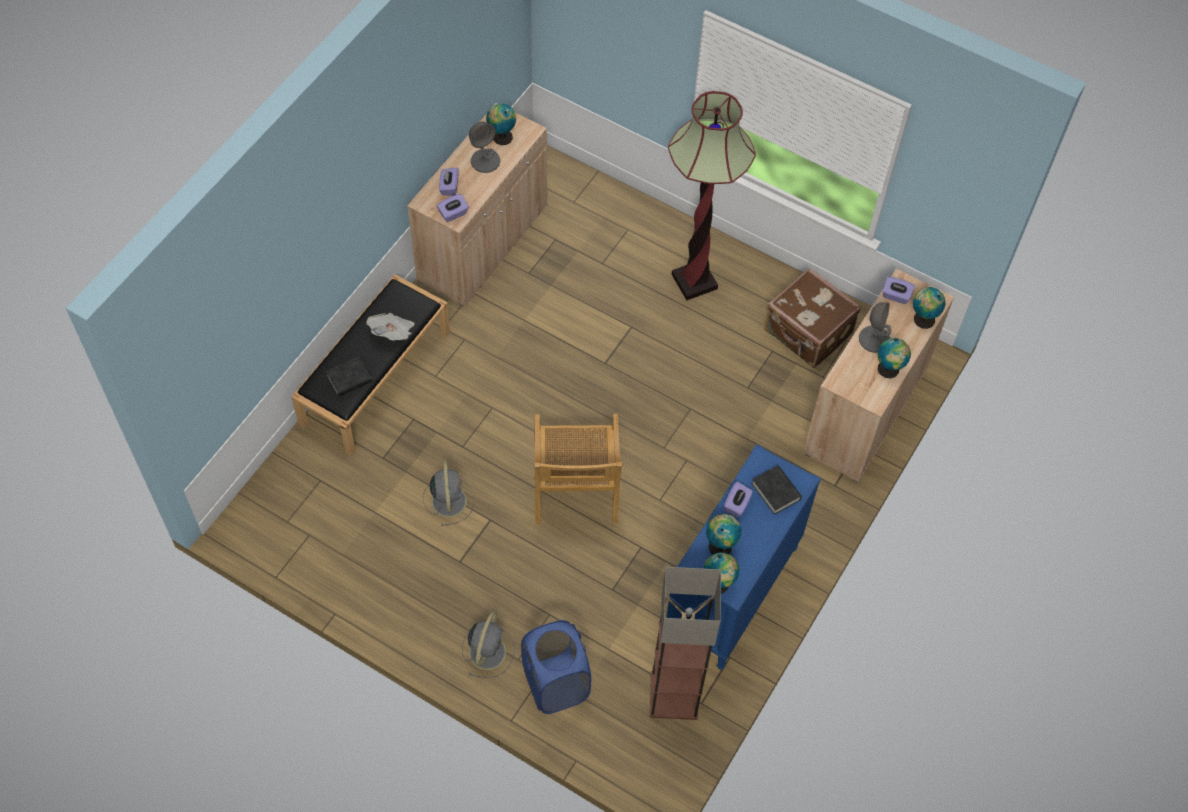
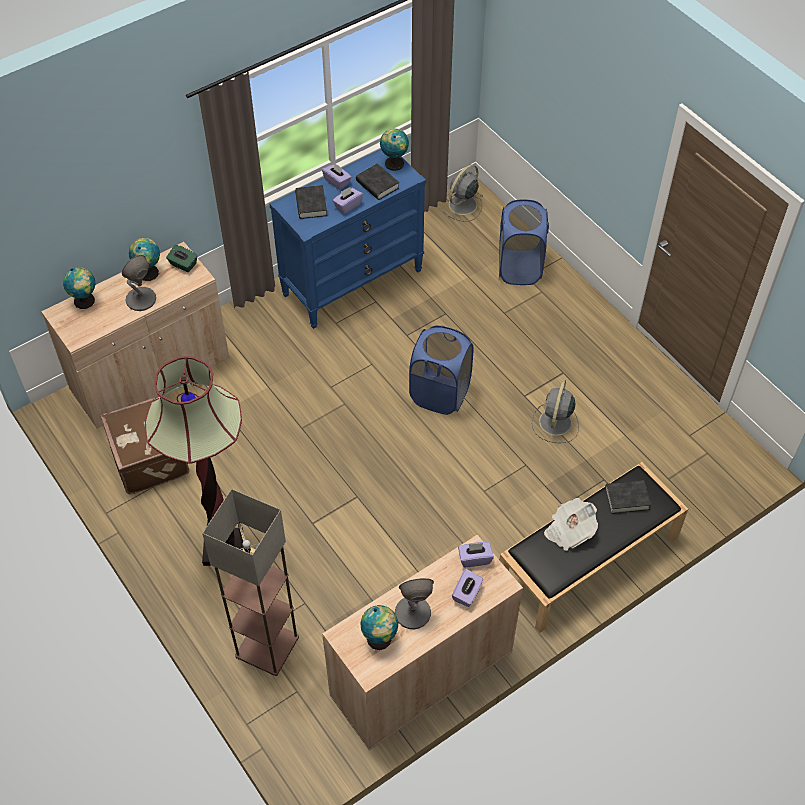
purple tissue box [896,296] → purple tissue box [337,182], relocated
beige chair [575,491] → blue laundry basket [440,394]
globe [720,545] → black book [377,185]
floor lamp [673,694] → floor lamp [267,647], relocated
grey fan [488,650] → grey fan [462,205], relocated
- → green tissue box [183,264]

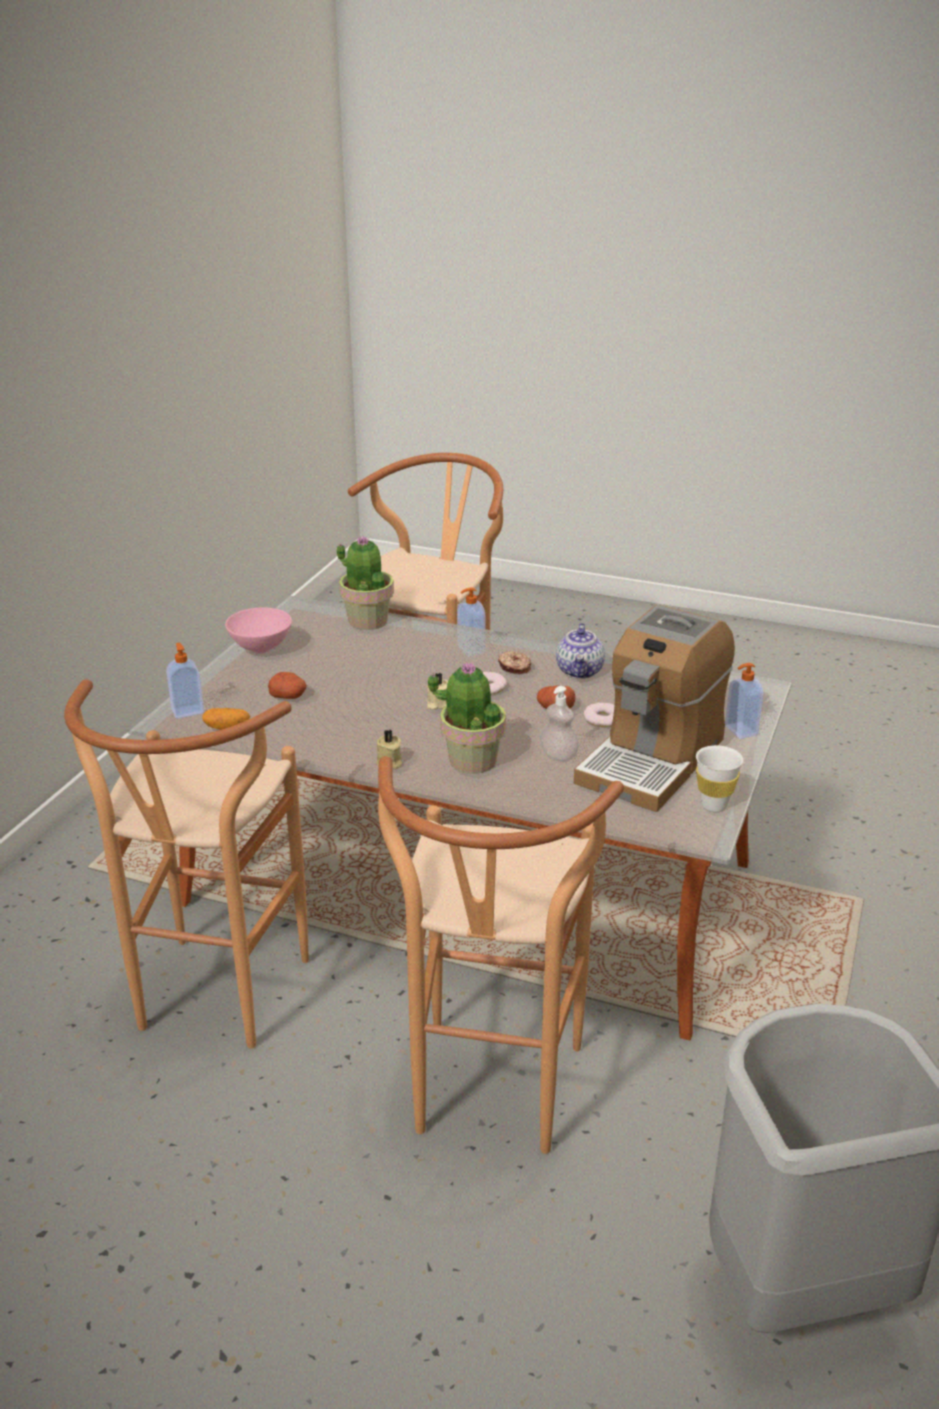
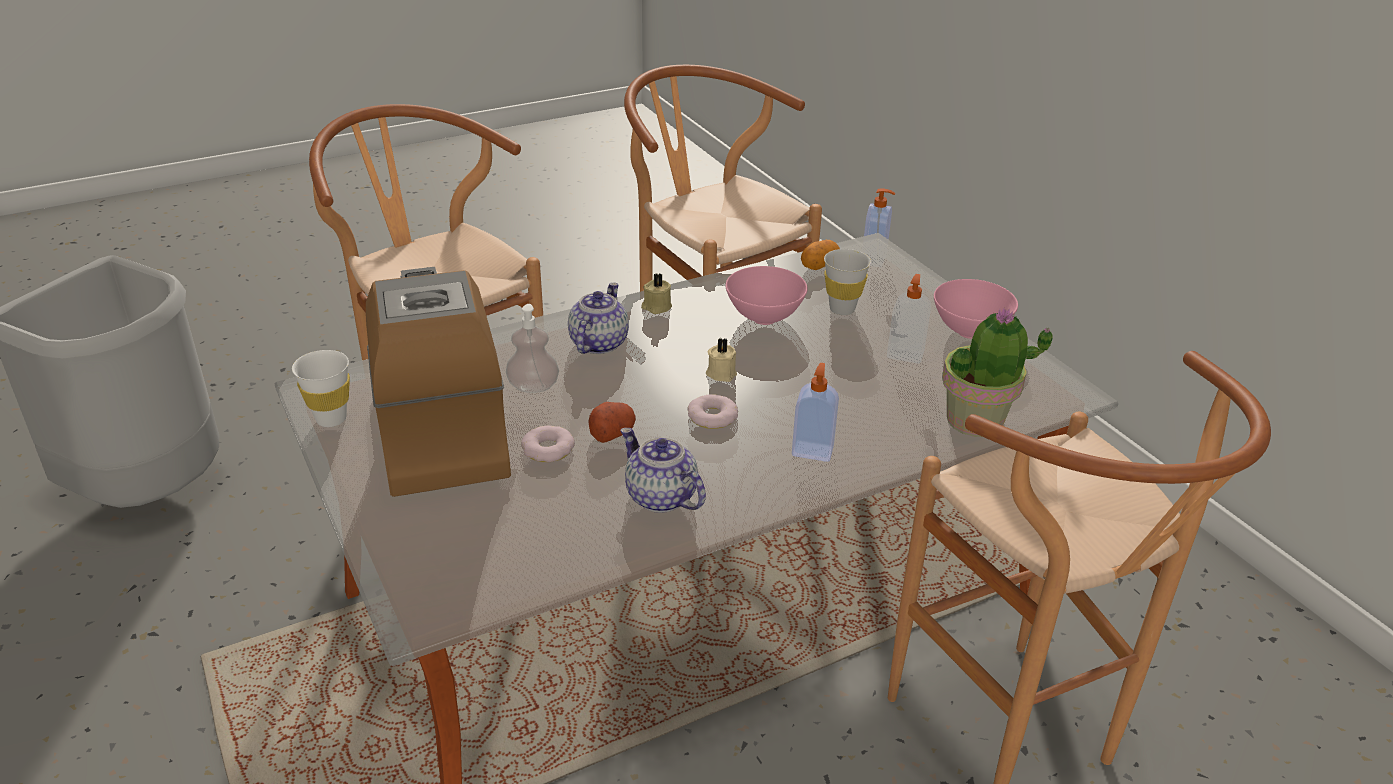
donut [514,667] → -
potted plant [472,760] → teapot [598,343]
soap dispenser [740,730] → soap dispenser [905,354], relocated
potato [289,696] → white cup [842,309]
- → pink bowl [763,318]

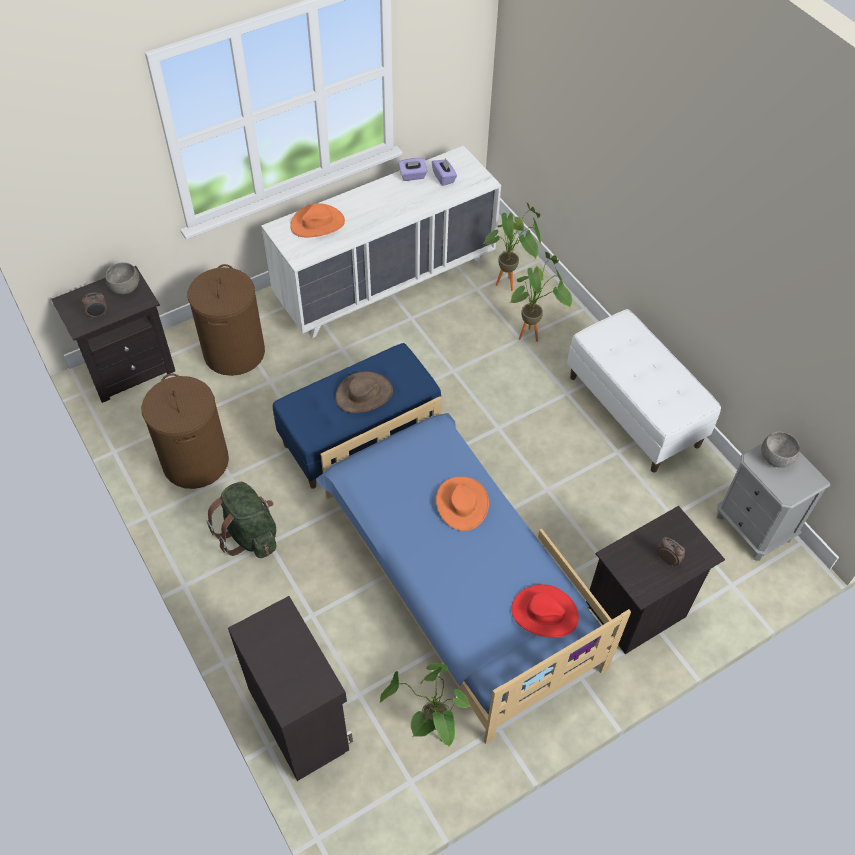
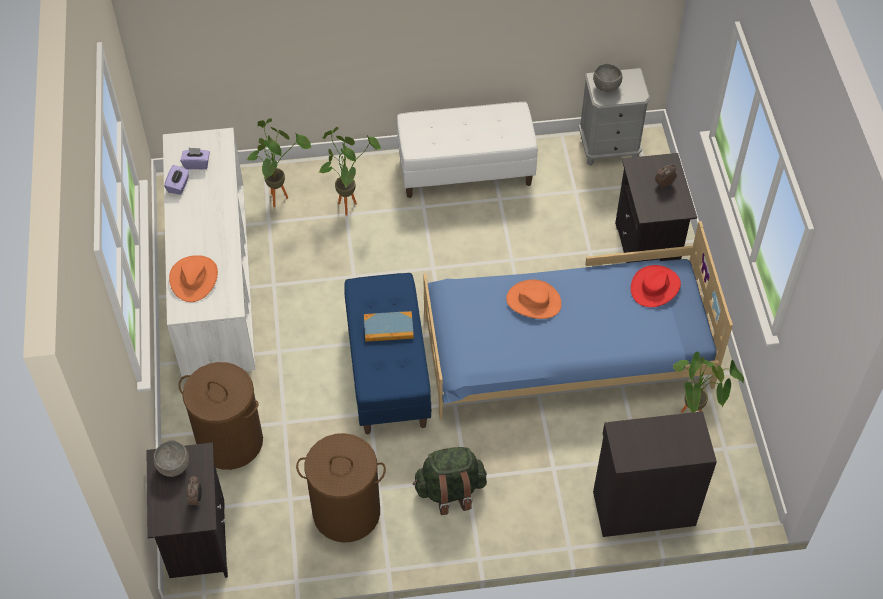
brown hat [364,394] → book [388,328]

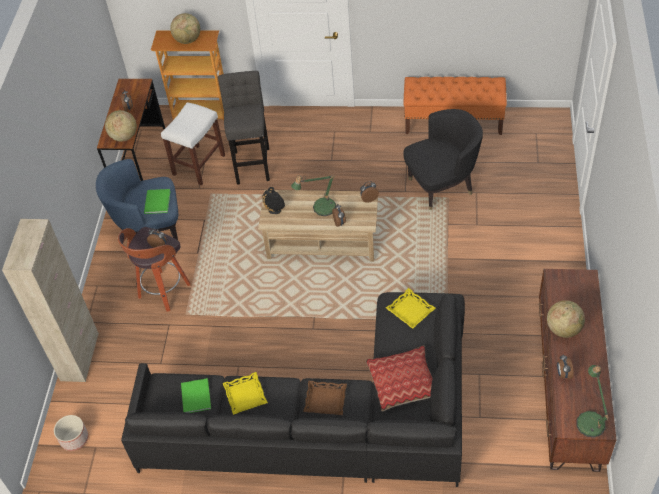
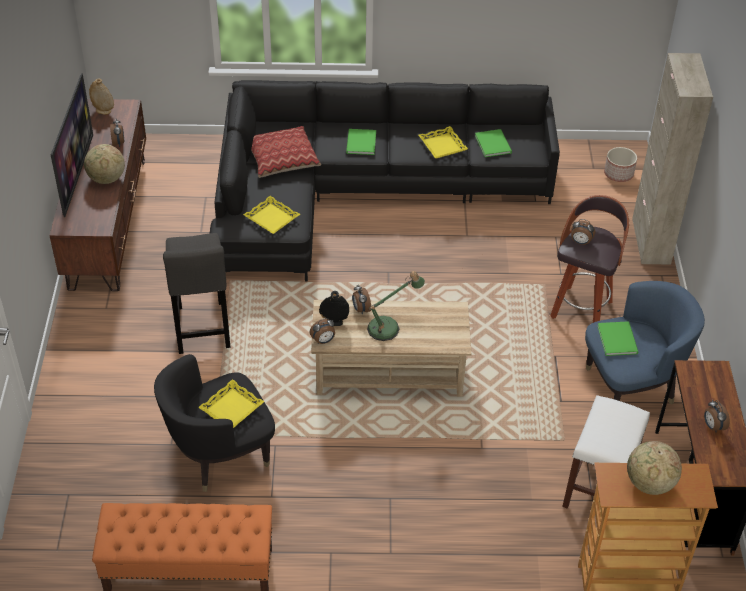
grey stool [252,163] → grey stool [202,330], relocated
globe [124,136] → -
black vase [275,211] → black vase [334,322], relocated
table lamp [590,419] → beige vase [103,111]
brown tray [325,400] → green book [360,143]
- → television [76,174]
- → yellow tray [231,408]

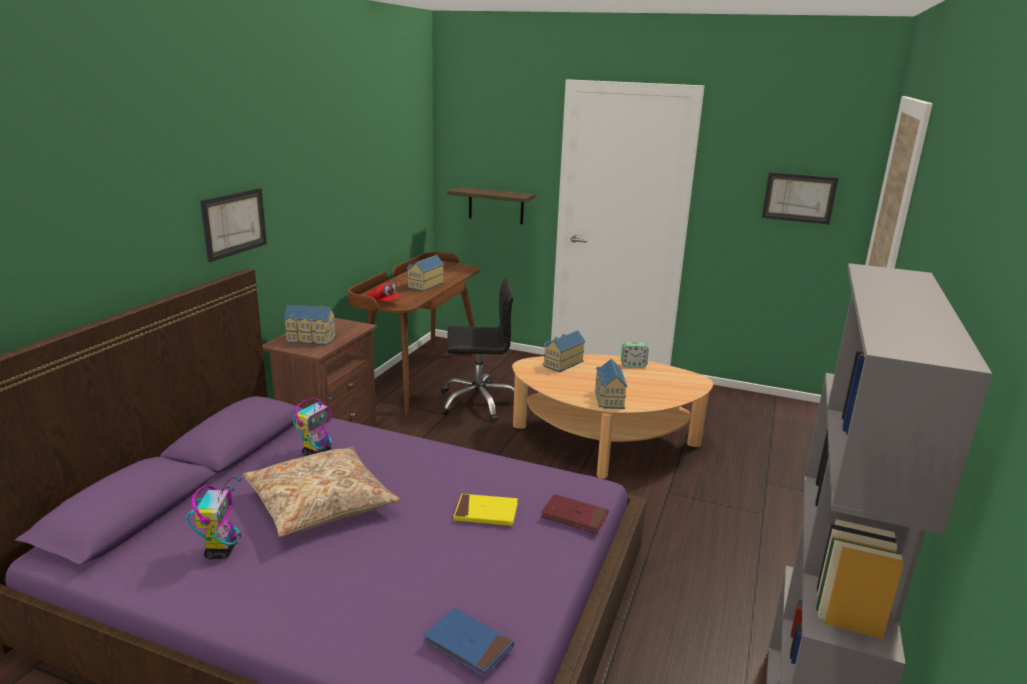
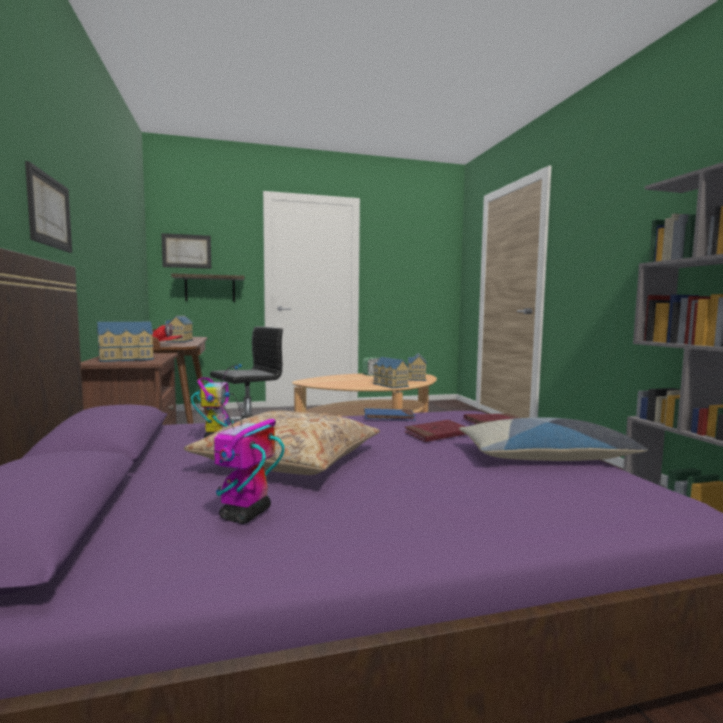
picture [799,198] → picture [186,251], relocated
toy house [561,363] → toy house [416,378], relocated
toy robot [221,550] → toy robot [245,515], 120 degrees counterclockwise
yellow book [486,513] → red book [437,434]
blue book [468,645] → blue book [389,417], relocated
- → pillow [546,457]

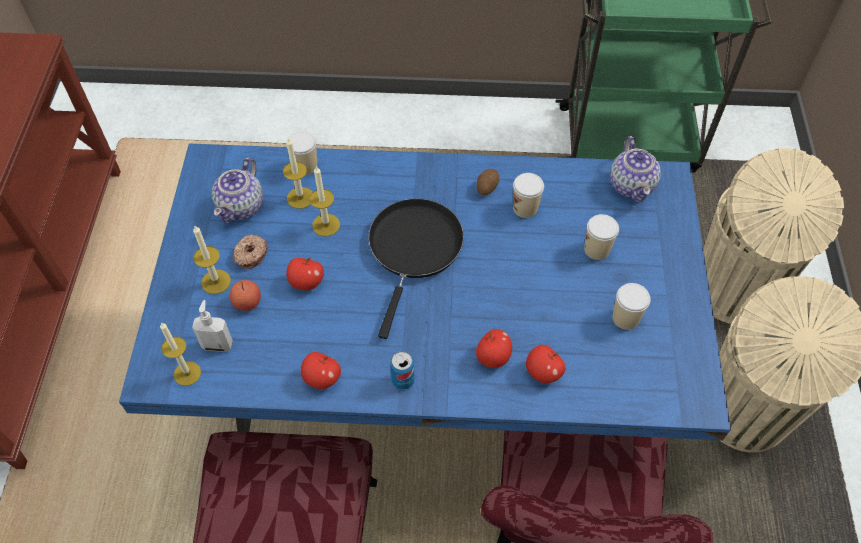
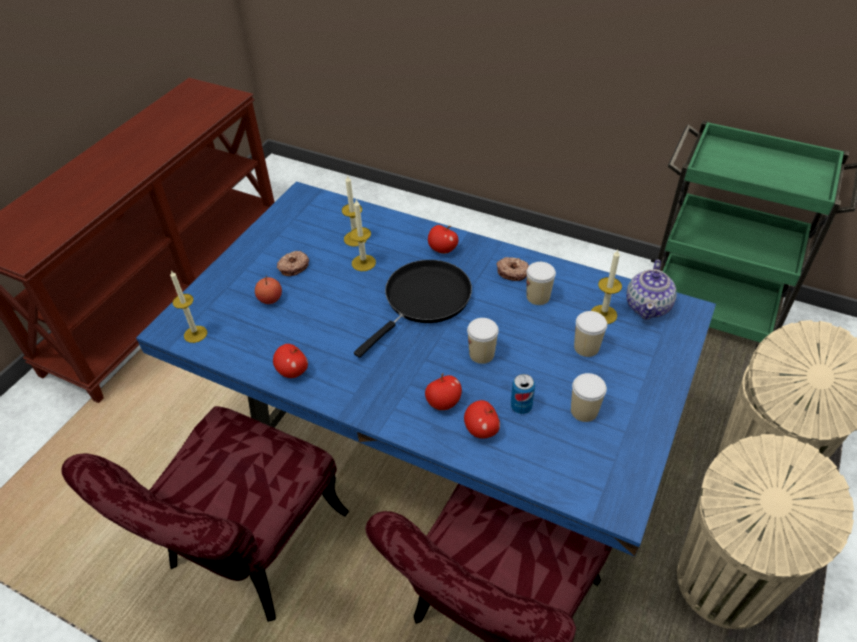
cup [305,166] → cup [481,354], relocated
teapot [241,206] → -
potato [486,187] → donut [512,272]
candle [216,281] → candle [603,314], relocated
apple [306,282] → apple [442,249], relocated
soap dispenser [217,344] → -
can [403,380] → can [521,406], relocated

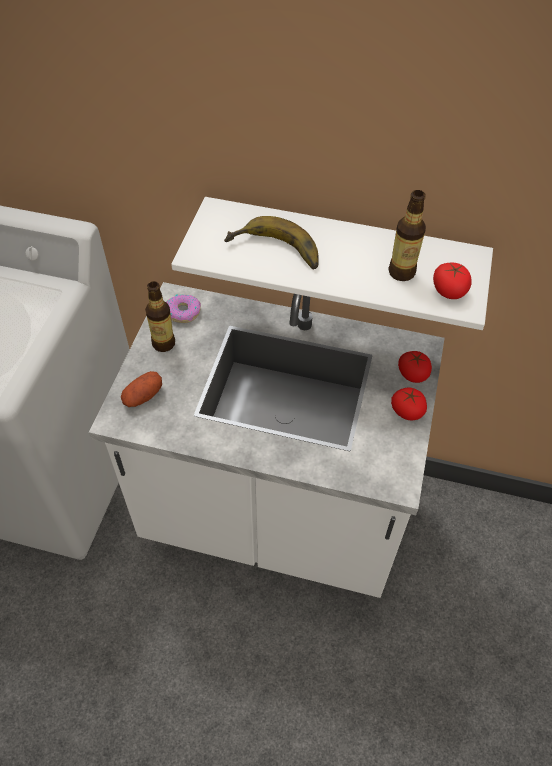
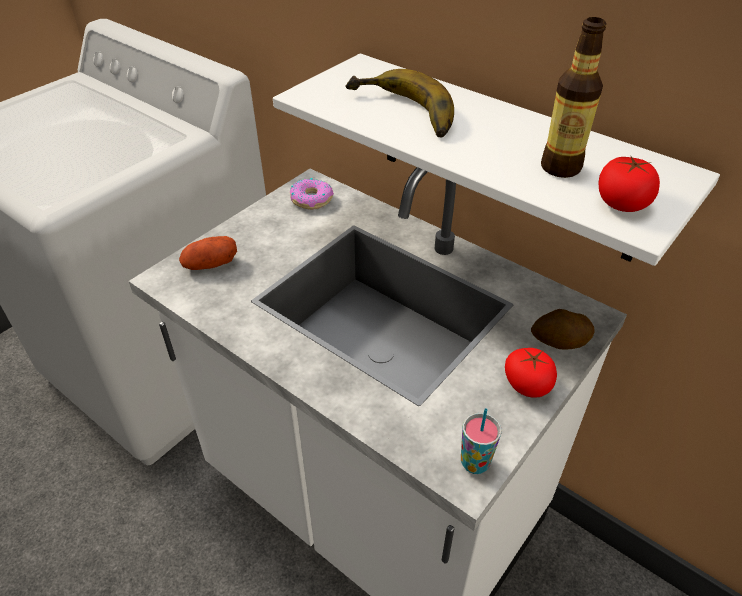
bottle [163,343] → -
tomato [413,374] → potato [559,342]
- → cup [475,463]

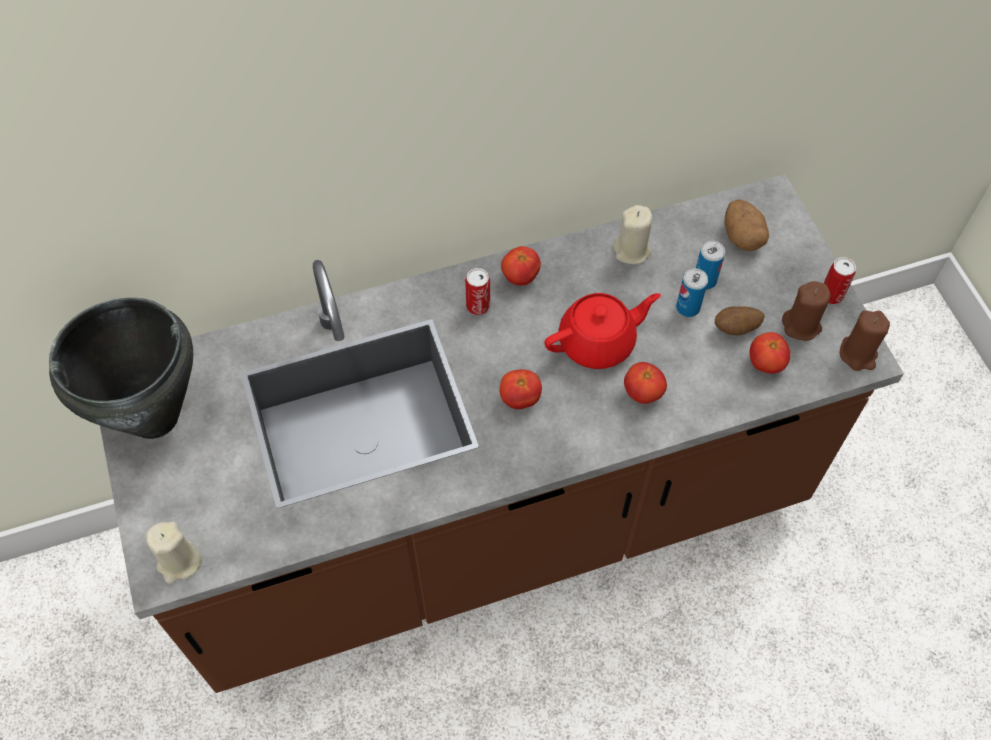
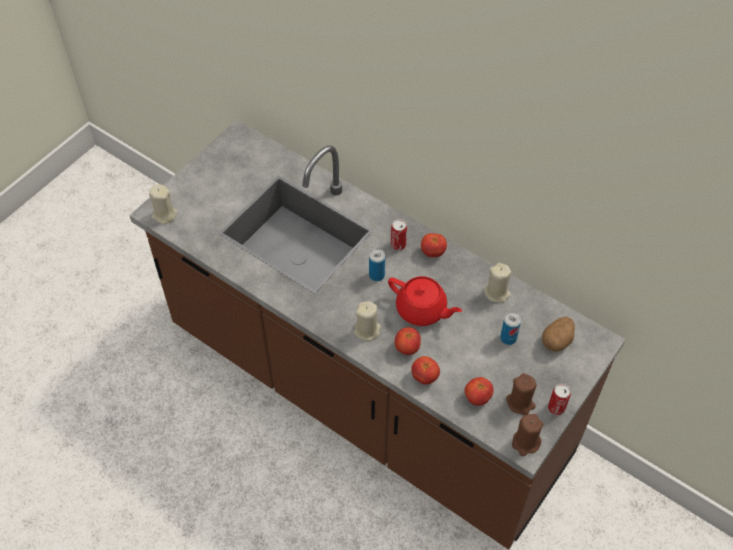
can [688,307] → can [376,275], relocated
black cooking pot [155,417] → -
potato [736,329] → -
tomato [520,398] → tomato [425,377], relocated
- → beige candle [367,330]

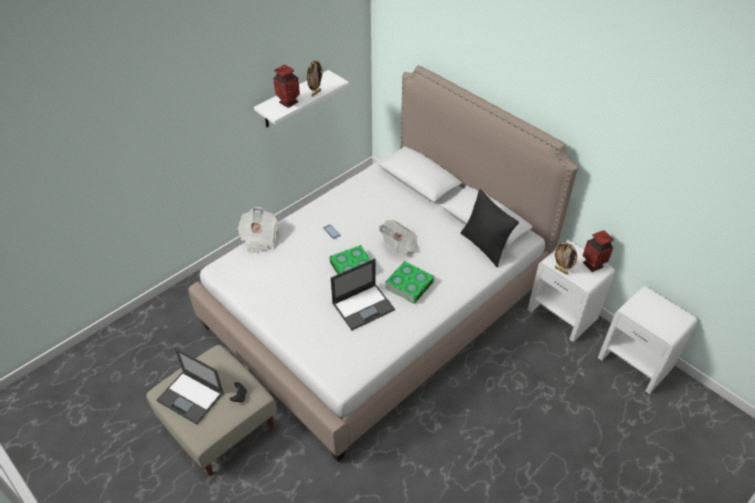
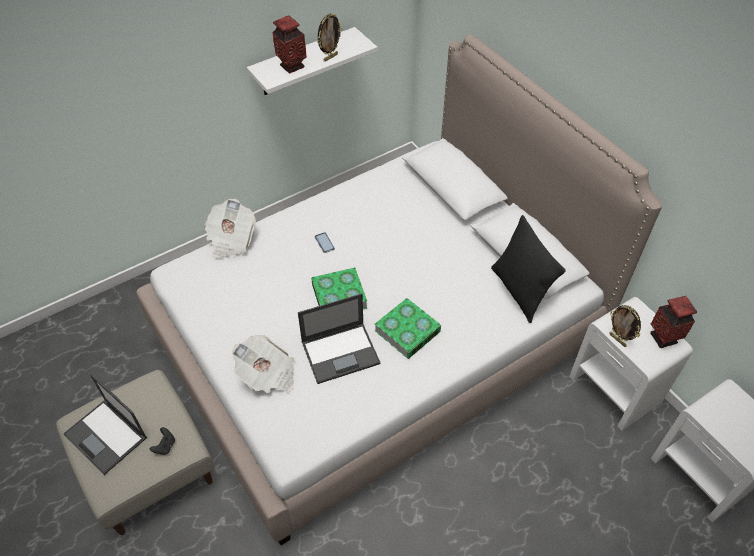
newspaper [400,246] → newspaper [267,375], relocated

